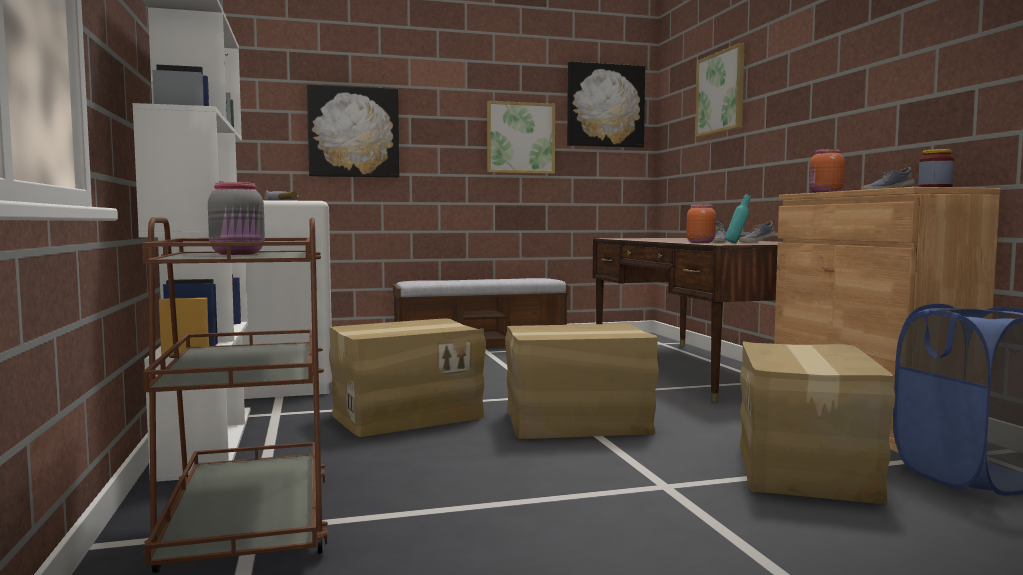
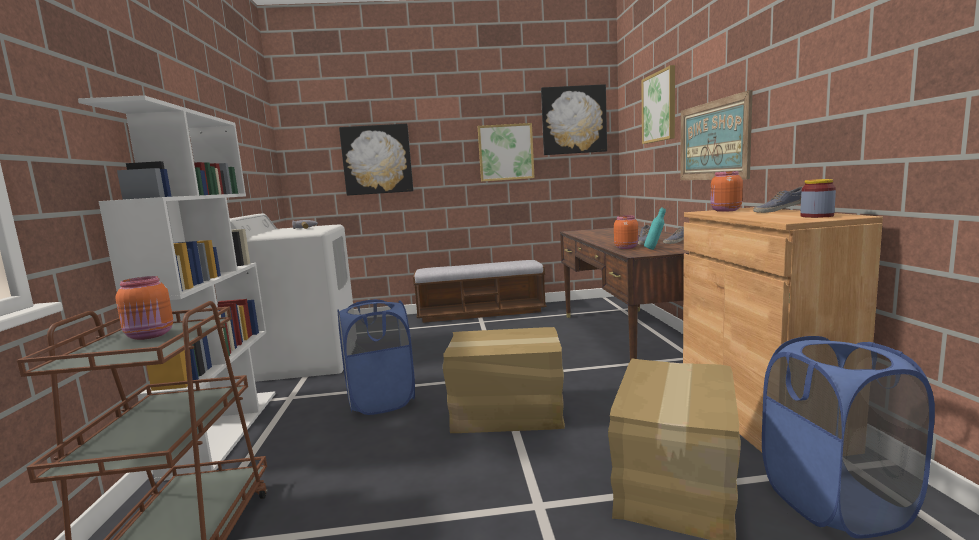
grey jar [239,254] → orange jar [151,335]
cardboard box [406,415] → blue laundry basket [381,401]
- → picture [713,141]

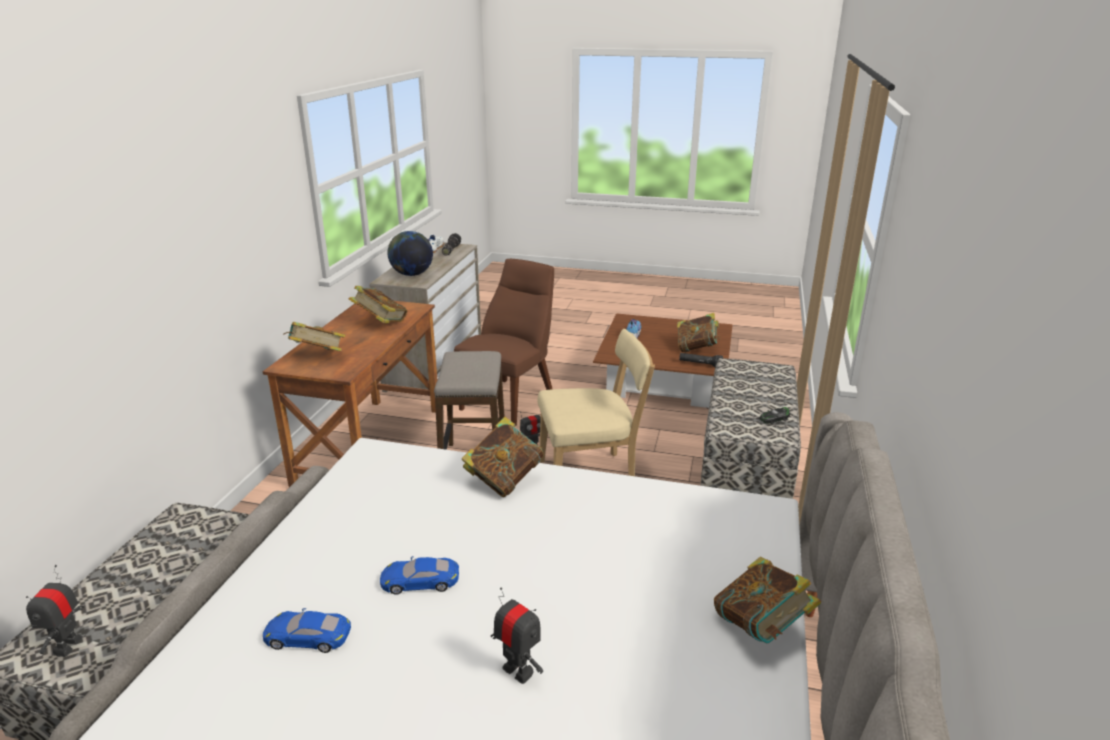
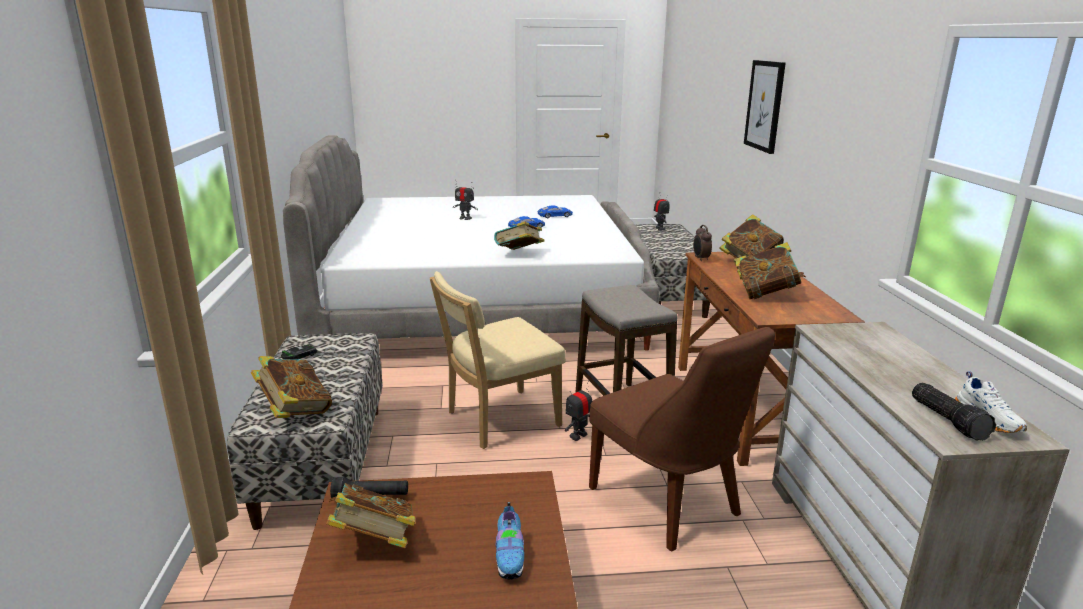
globe [411,274] → -
brown chair [511,400] → brown chair [668,504], 45 degrees counterclockwise
book [761,627] → book [295,411], relocated
- → picture [765,105]
- → alarm clock [700,259]

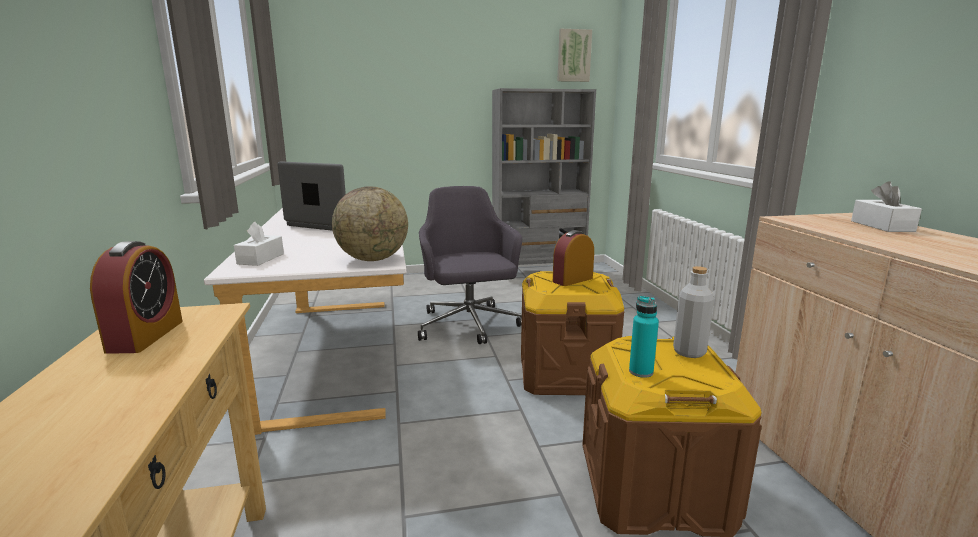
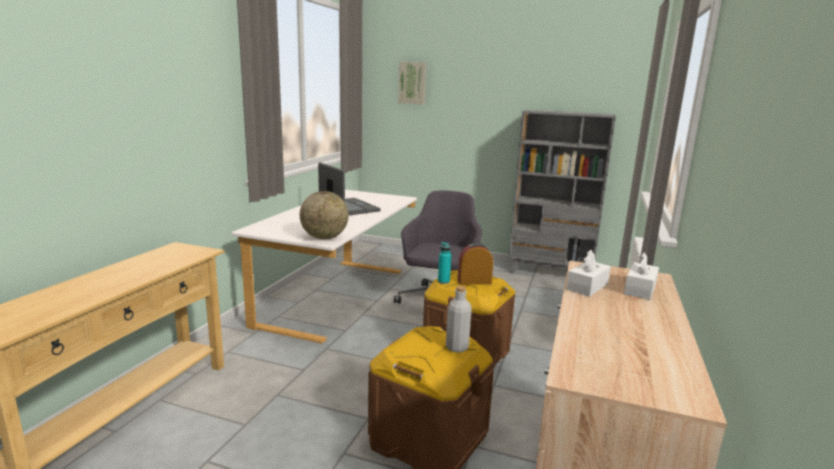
picture [573,56] → picture [412,83], relocated
white tissue box [261,259] → white tissue box [587,287], relocated
alarm clock [146,336] → -
turquoise bottle [641,372] → turquoise bottle [443,281], relocated

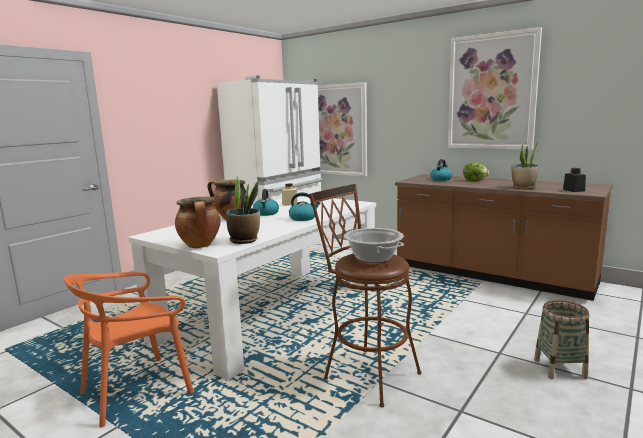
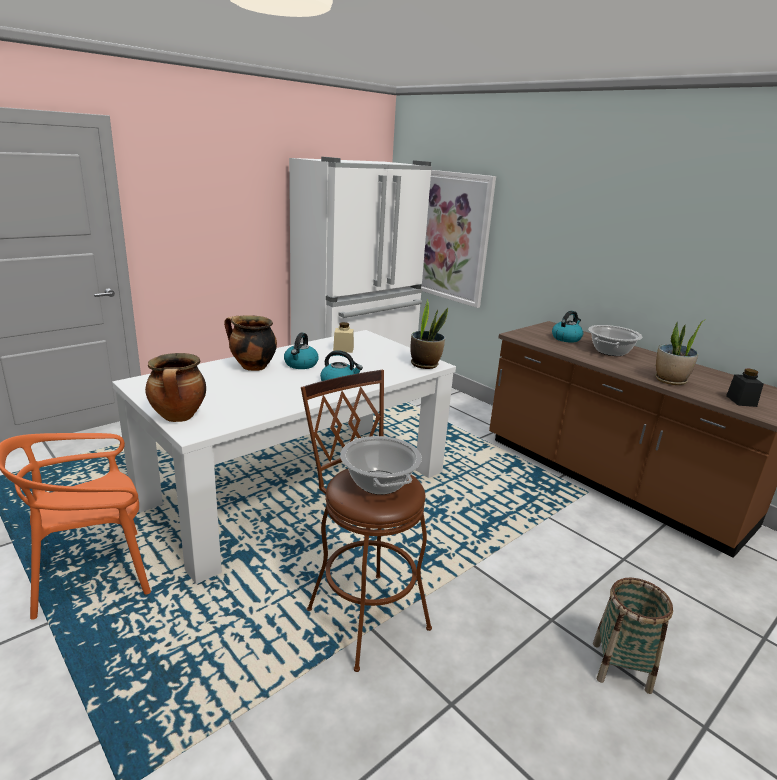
picture [491,92] → -
lettuce [474,181] → cooking pot [610,351]
potted plant [244,240] → potted plant [425,364], relocated

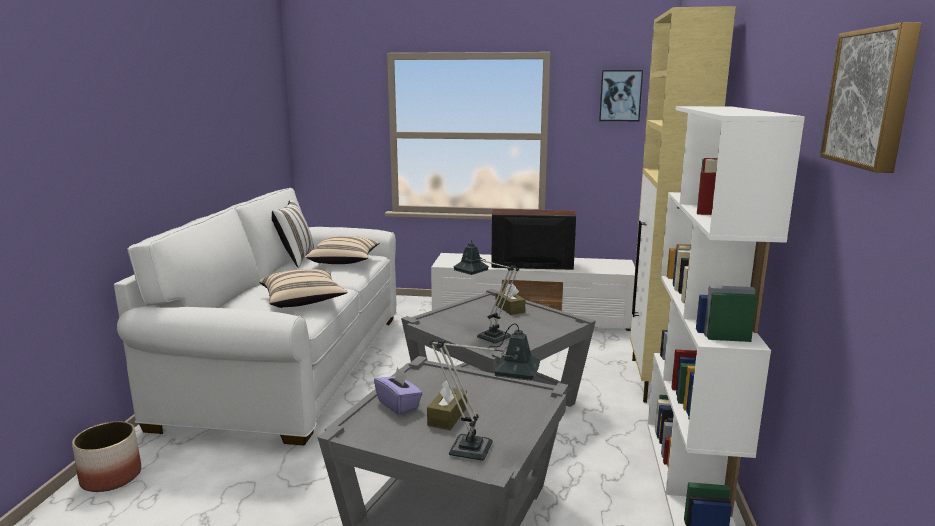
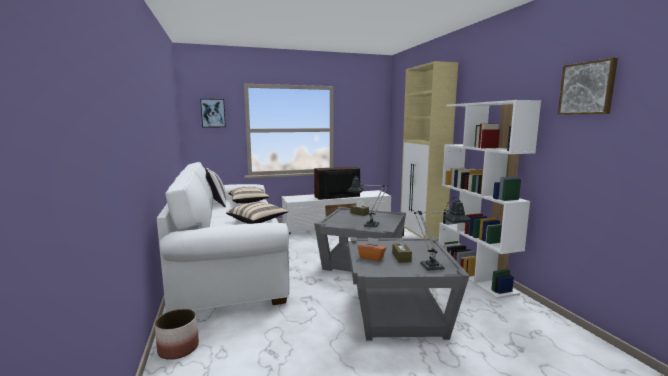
picture [620,95] → picture [213,113], relocated
purple tissue box [398,405] → orange tissue box [371,257]

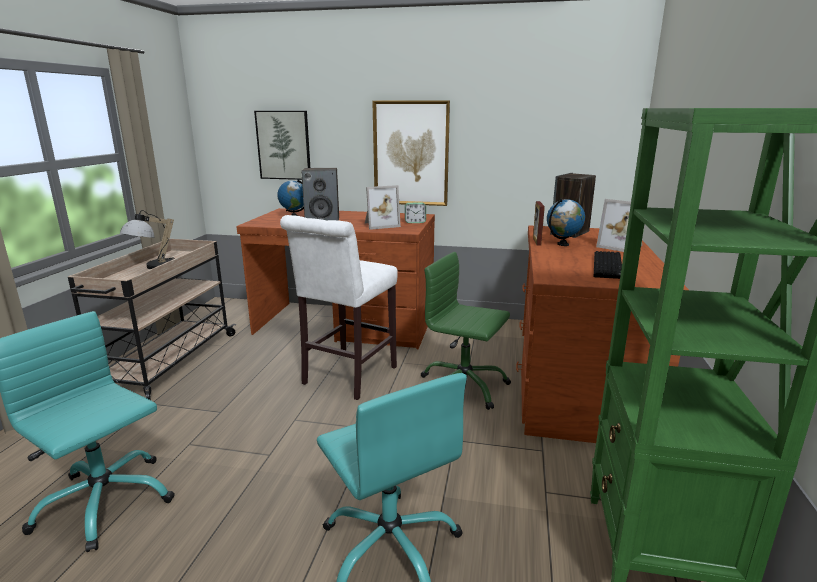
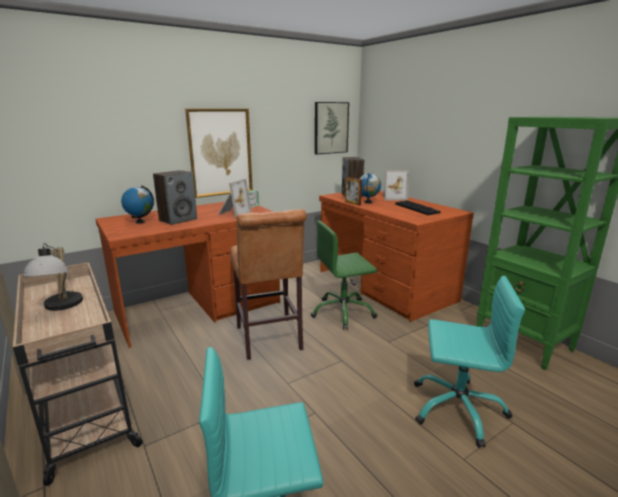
picture [284,145] → picture [331,128], relocated
white stool [346,377] → brown stool [269,340]

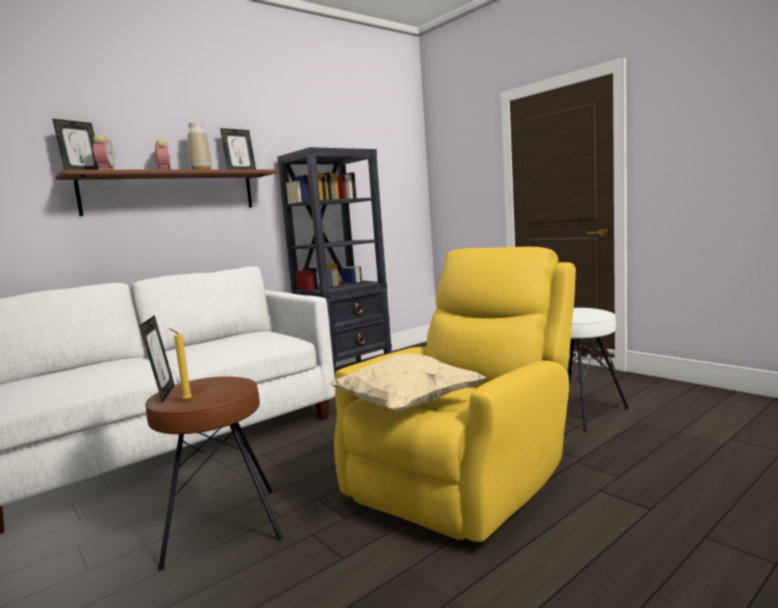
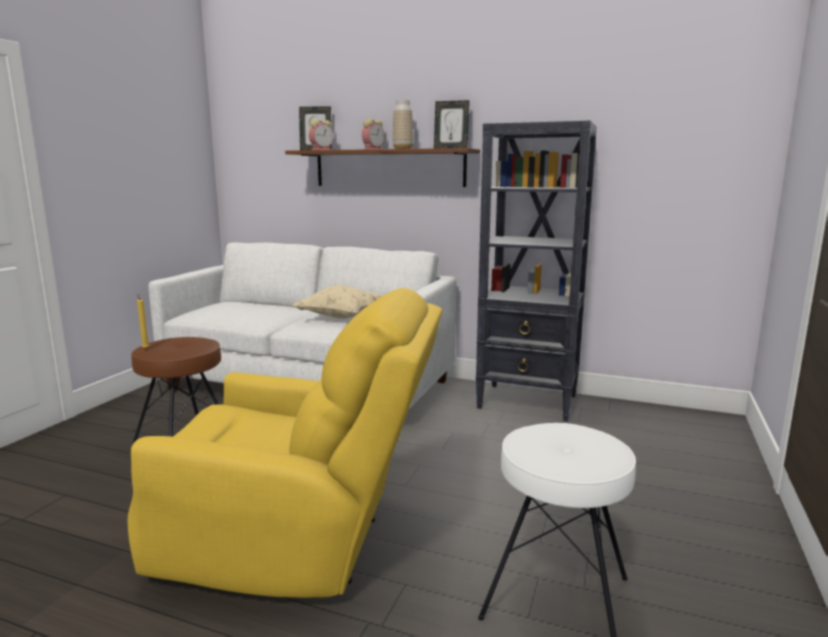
picture frame [163,394] → -
beige pillow [407,406] → beige pillow [341,318], relocated

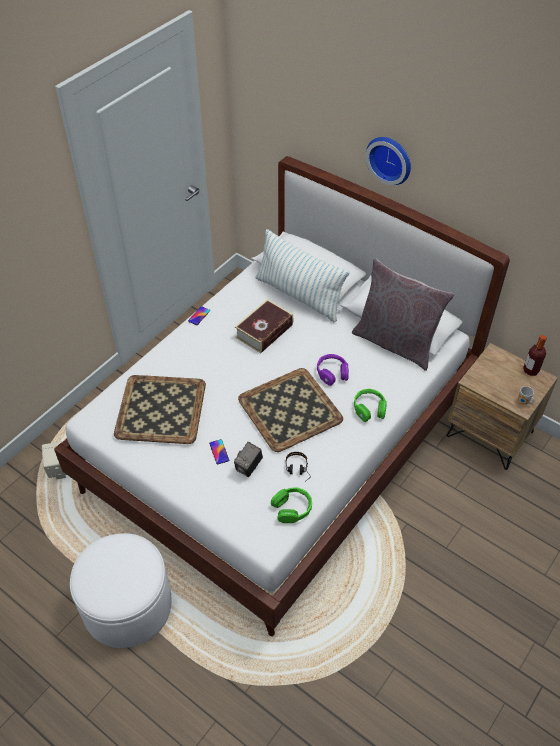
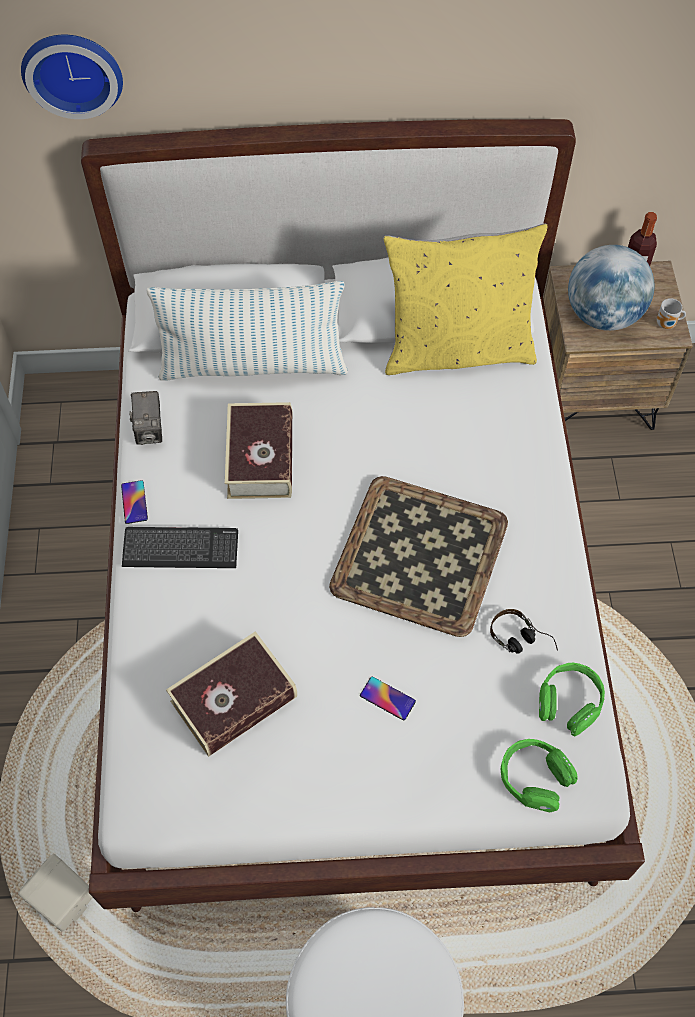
wall clock [390,159] → wall clock [73,71], relocated
grey pillow [395,343] → yellow pillow [457,349]
purple headphones [332,373] → -
tray [160,408] → book [234,699]
green headphones [369,409] → green headphones [534,778], relocated
photo camera [249,467] → photo camera [150,430], relocated
- → globe [603,315]
- → keyboard [181,549]

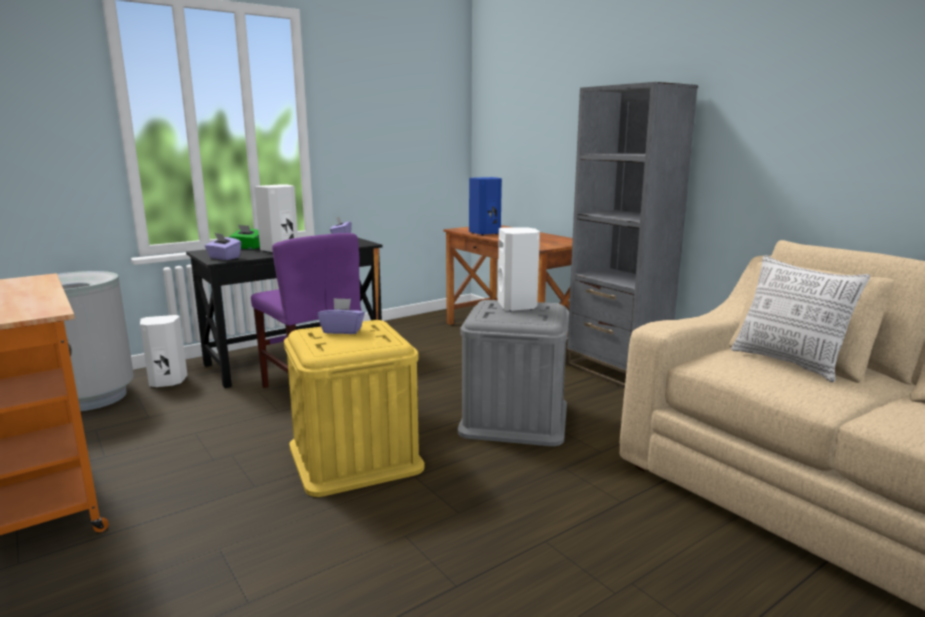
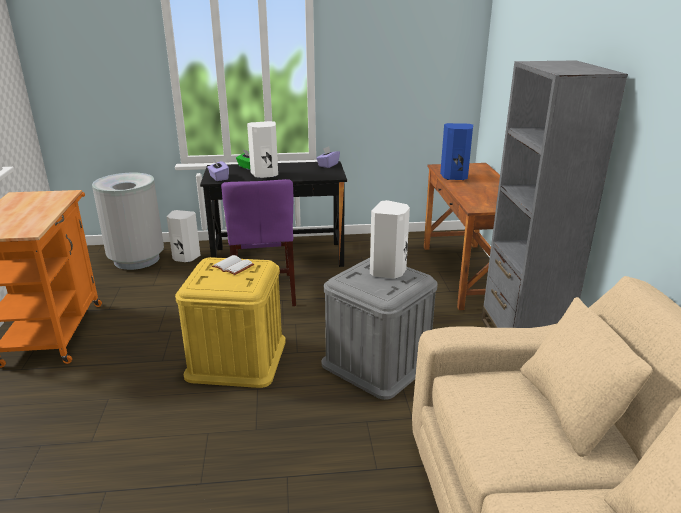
pillow [788,363] → -
purple tissue box [342,330] → white book [232,267]

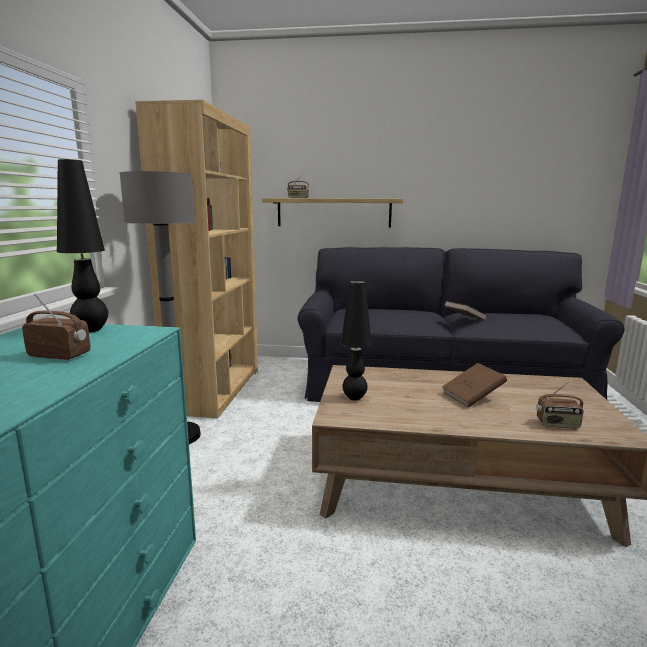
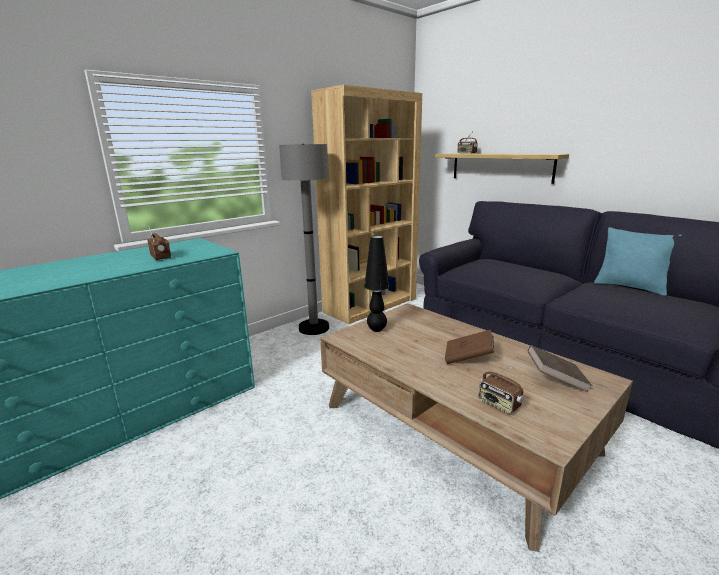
black table lamp [91,330] → -
brown book [464,319] → brown book [555,379], relocated
- → turquoise pillow [629,287]

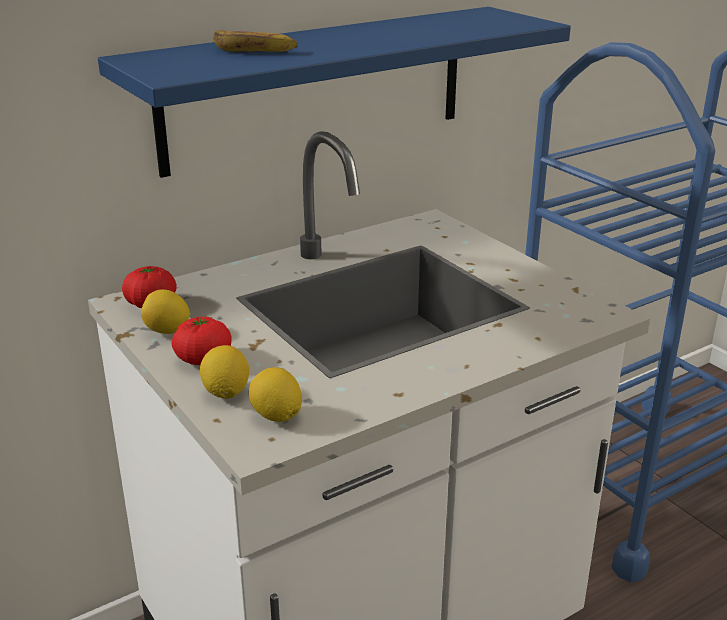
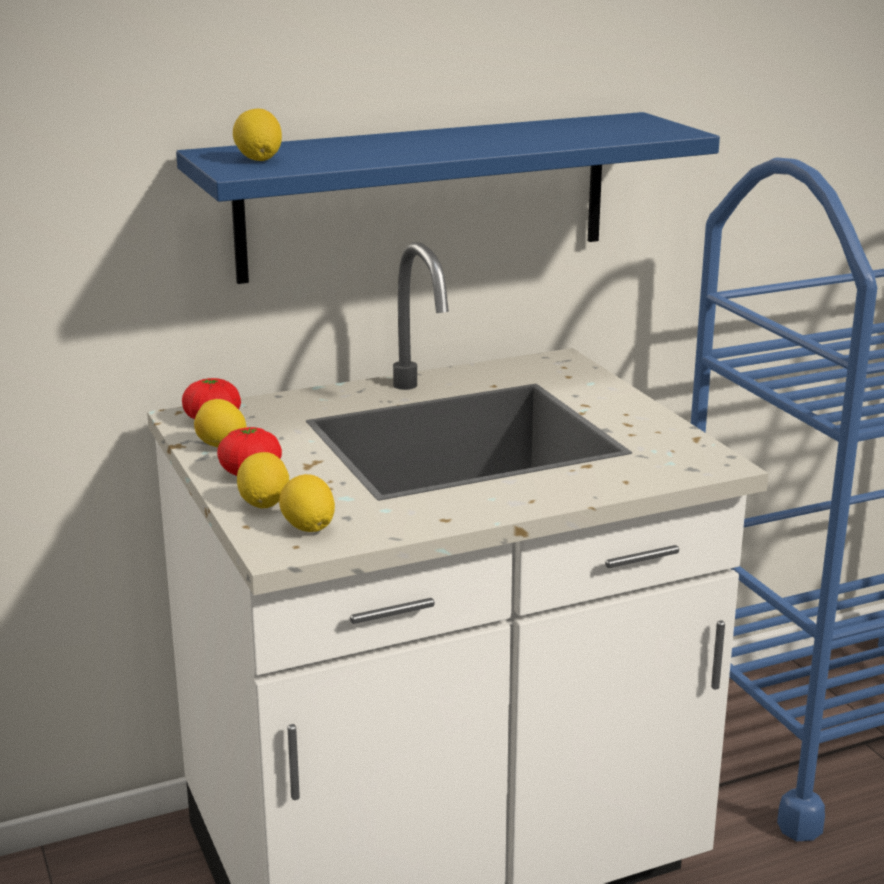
banana [255,49] → -
- → lemon [258,159]

